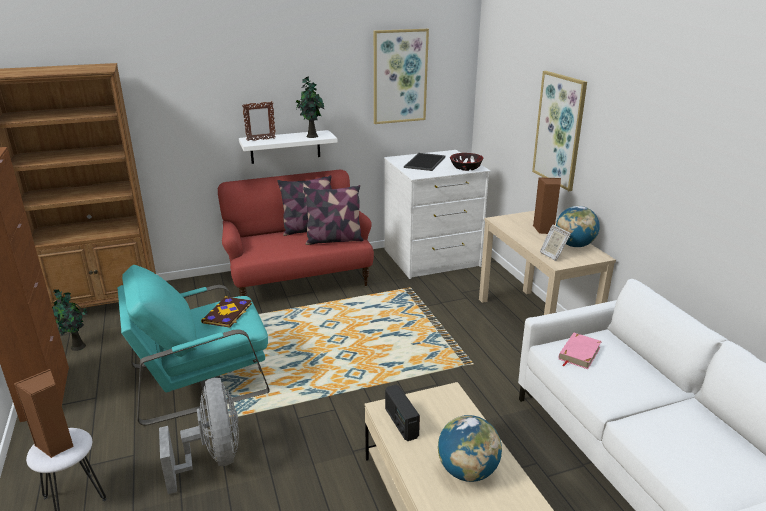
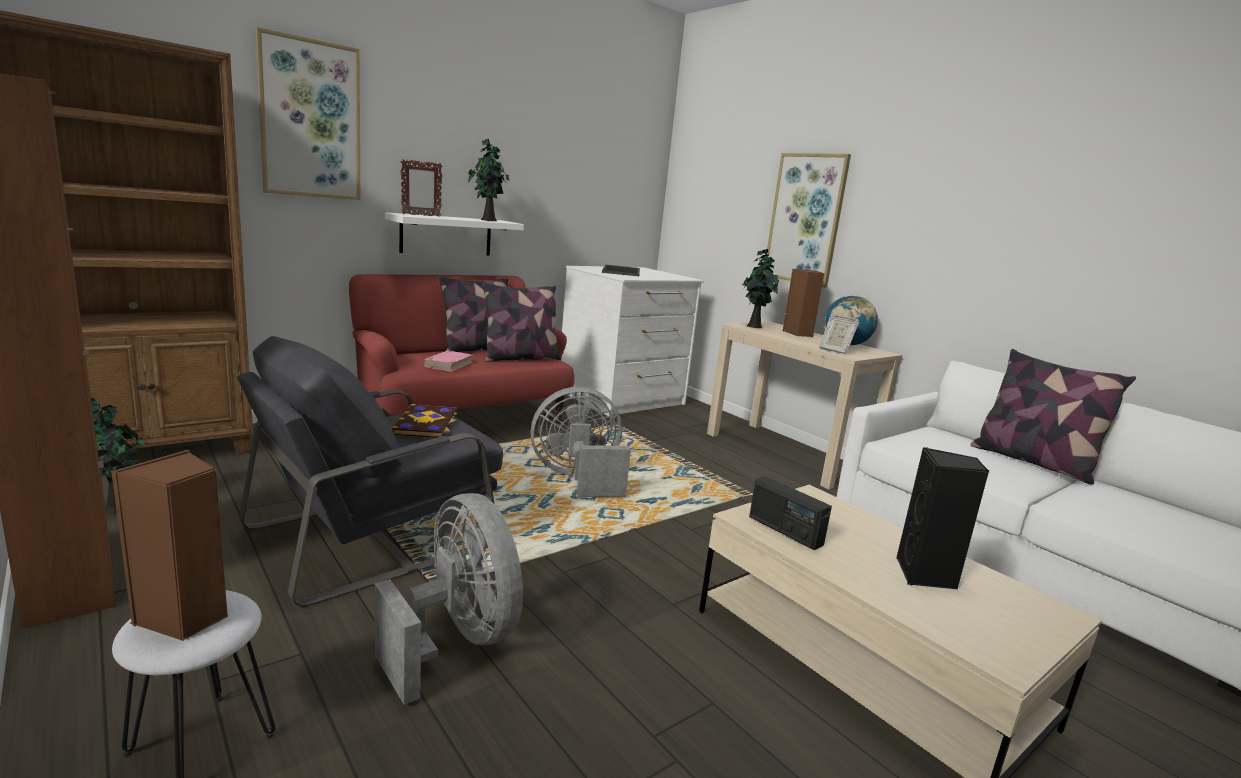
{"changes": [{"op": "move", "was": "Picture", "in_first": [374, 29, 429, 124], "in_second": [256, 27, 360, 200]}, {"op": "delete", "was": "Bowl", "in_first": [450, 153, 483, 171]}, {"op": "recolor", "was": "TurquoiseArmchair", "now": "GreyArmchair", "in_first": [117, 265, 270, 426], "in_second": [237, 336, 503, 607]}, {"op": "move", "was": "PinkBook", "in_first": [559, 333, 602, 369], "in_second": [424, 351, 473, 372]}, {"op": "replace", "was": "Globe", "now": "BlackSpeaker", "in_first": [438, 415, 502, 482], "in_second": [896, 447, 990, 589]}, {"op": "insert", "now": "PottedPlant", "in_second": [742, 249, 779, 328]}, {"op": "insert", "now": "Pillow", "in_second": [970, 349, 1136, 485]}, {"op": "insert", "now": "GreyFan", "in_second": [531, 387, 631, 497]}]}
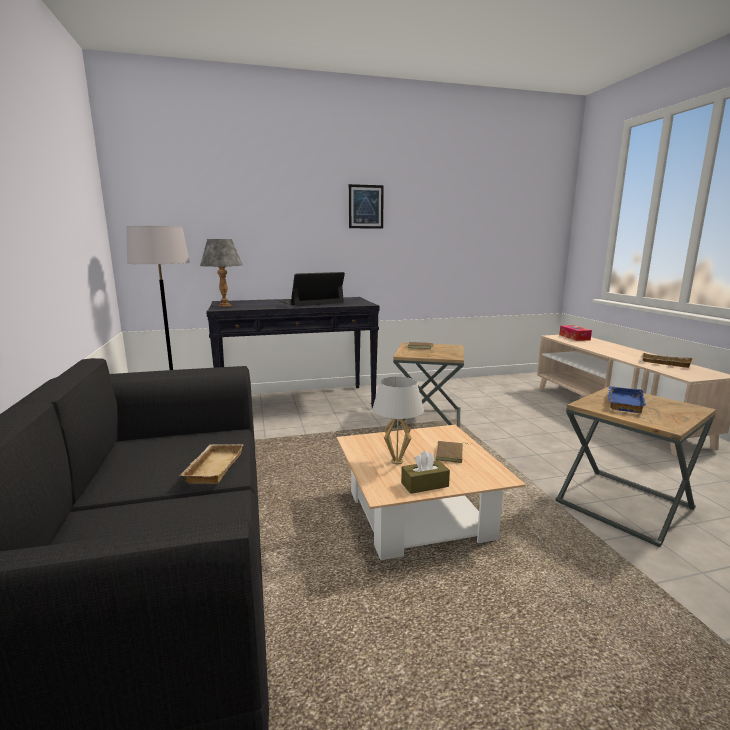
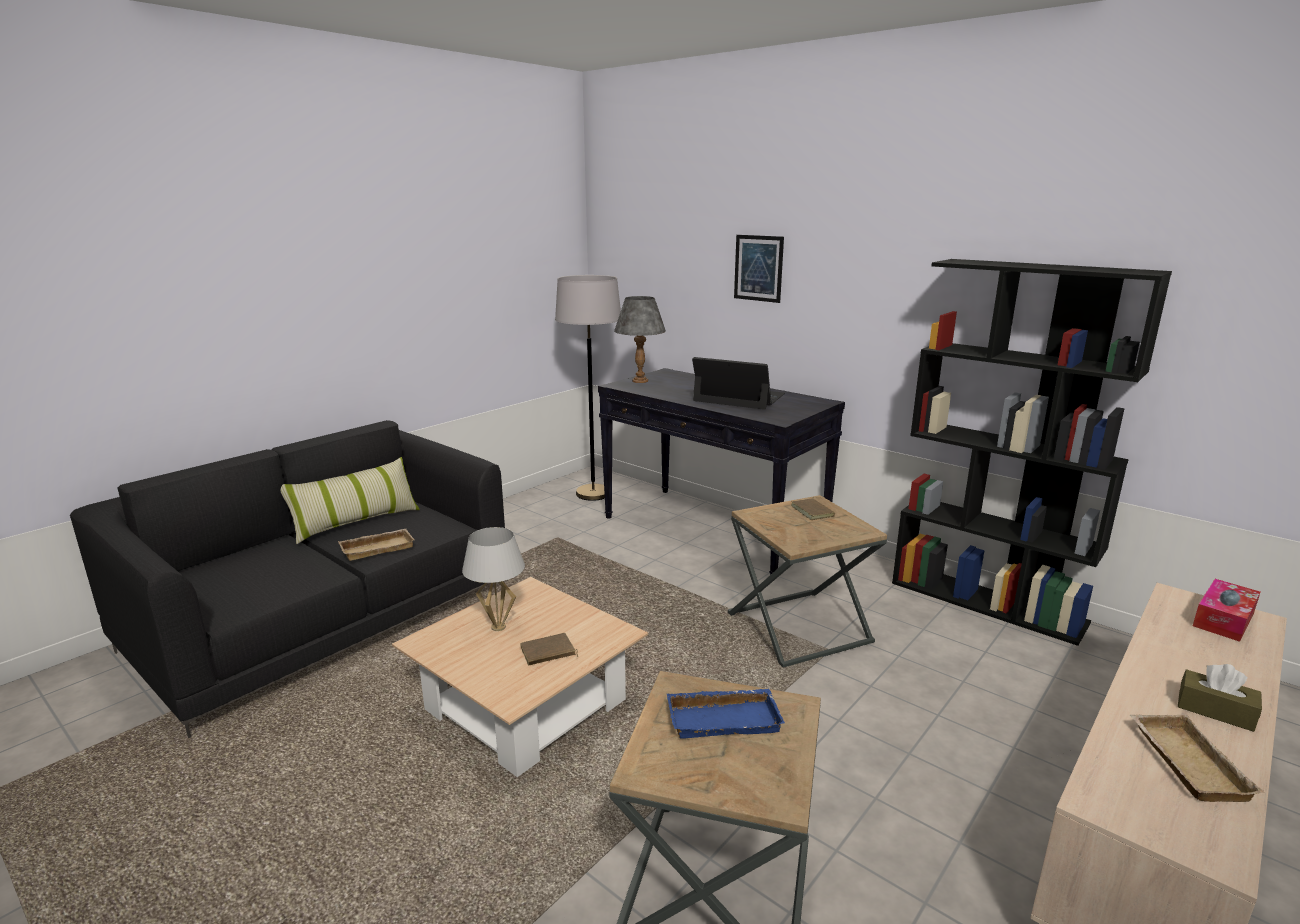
{"changes": [{"op": "move", "was": "Picture", "in_first": [349, 184, 384, 229], "in_second": [734, 235, 784, 303]}, {"op": "move", "was": "BrownTissueBox", "in_first": [401, 451, 450, 494], "in_second": [1178, 664, 1262, 732]}, {"op": "insert", "now": "BlackBookcase", "in_second": [892, 259, 1172, 646]}, {"op": "insert", "now": "Pillow", "in_second": [281, 457, 420, 544]}]}
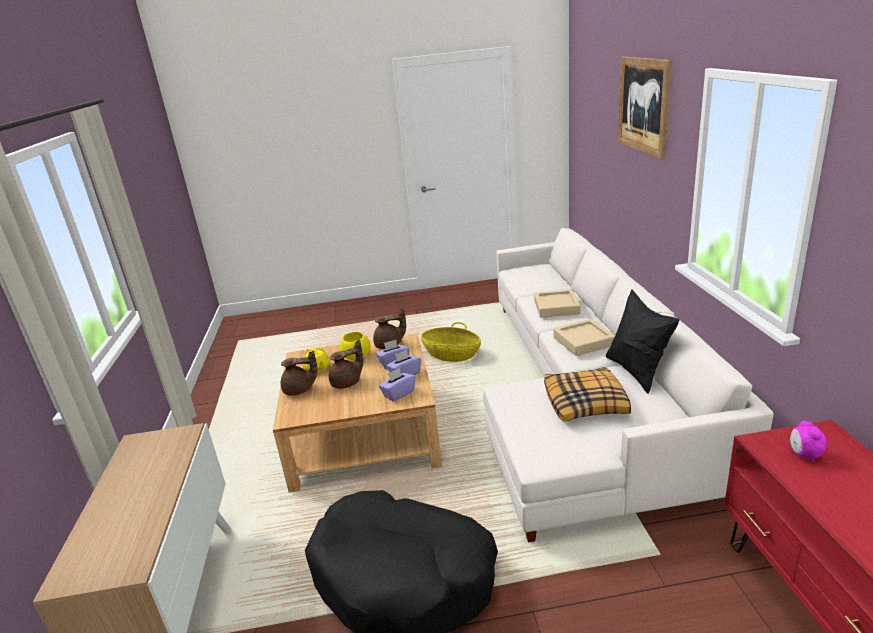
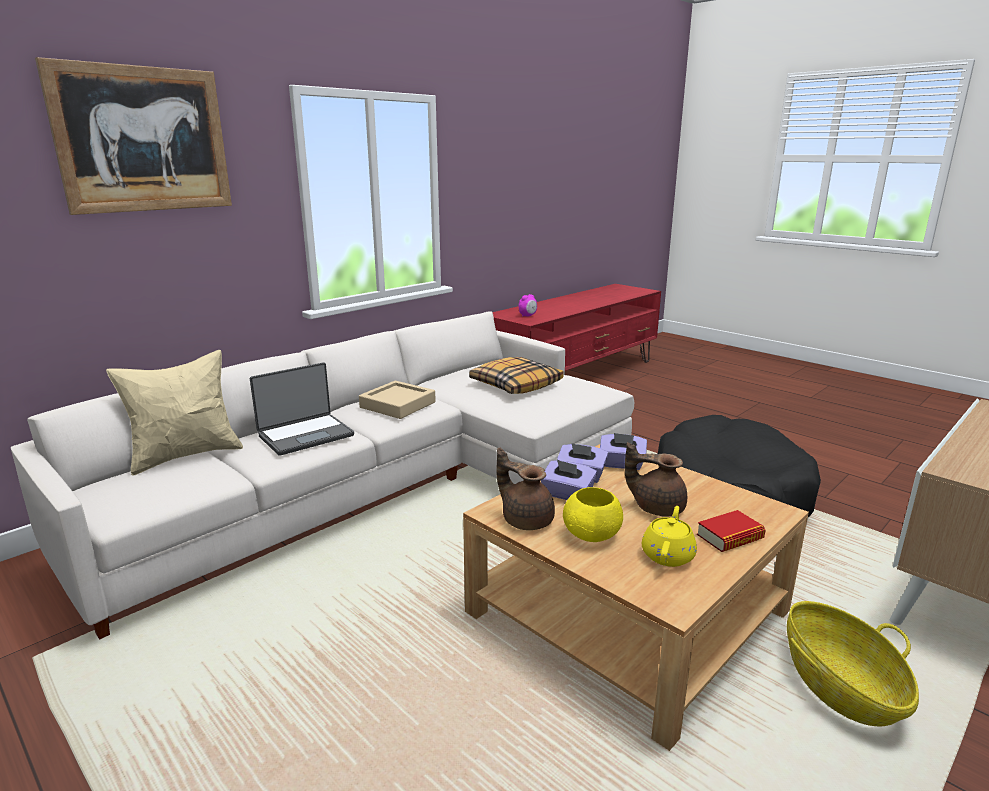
{"changes": [{"op": "replace", "was": "BeigeTray", "now": "Laptop", "in_first": [534, 290, 580, 317], "in_second": [250, 362, 354, 456]}, {"op": "delete", "was": "BlackPillow", "in_first": [606, 290, 679, 394]}, {"op": "move", "was": "Basket", "in_first": [421, 322, 481, 362], "in_second": [787, 601, 919, 726]}, {"op": "replace", "was": "BrownTeapot", "now": "Book", "in_first": [281, 350, 318, 396], "in_second": [697, 510, 765, 552]}, {"op": "insert", "now": "BeigePillow", "in_second": [106, 350, 243, 476]}]}
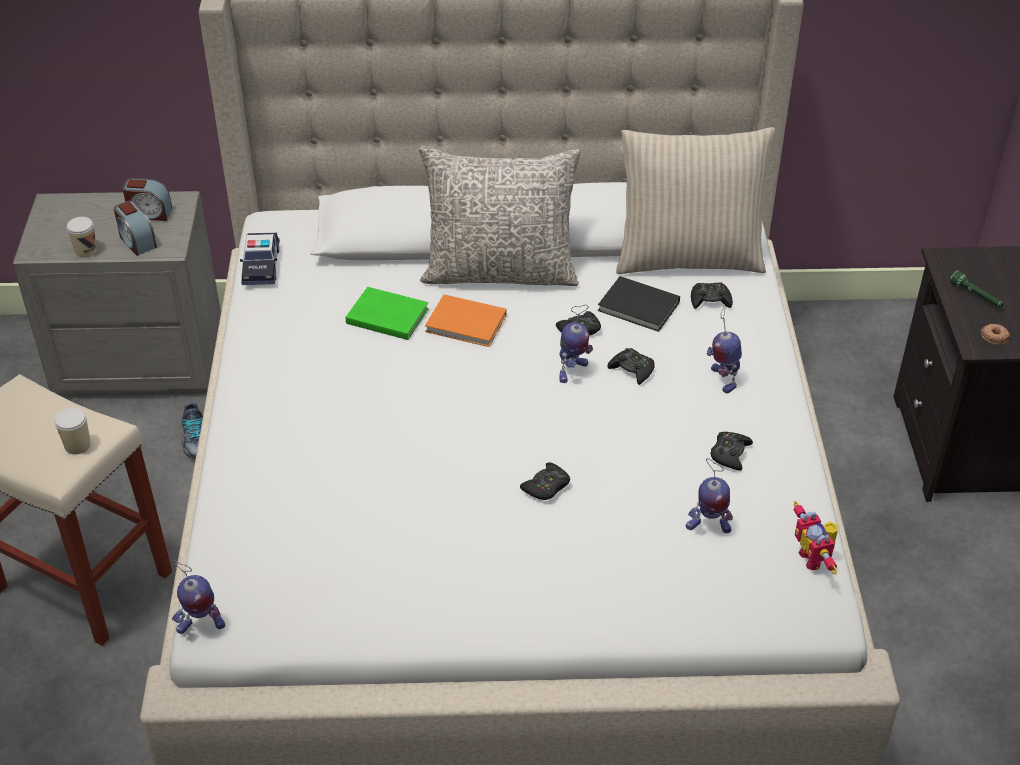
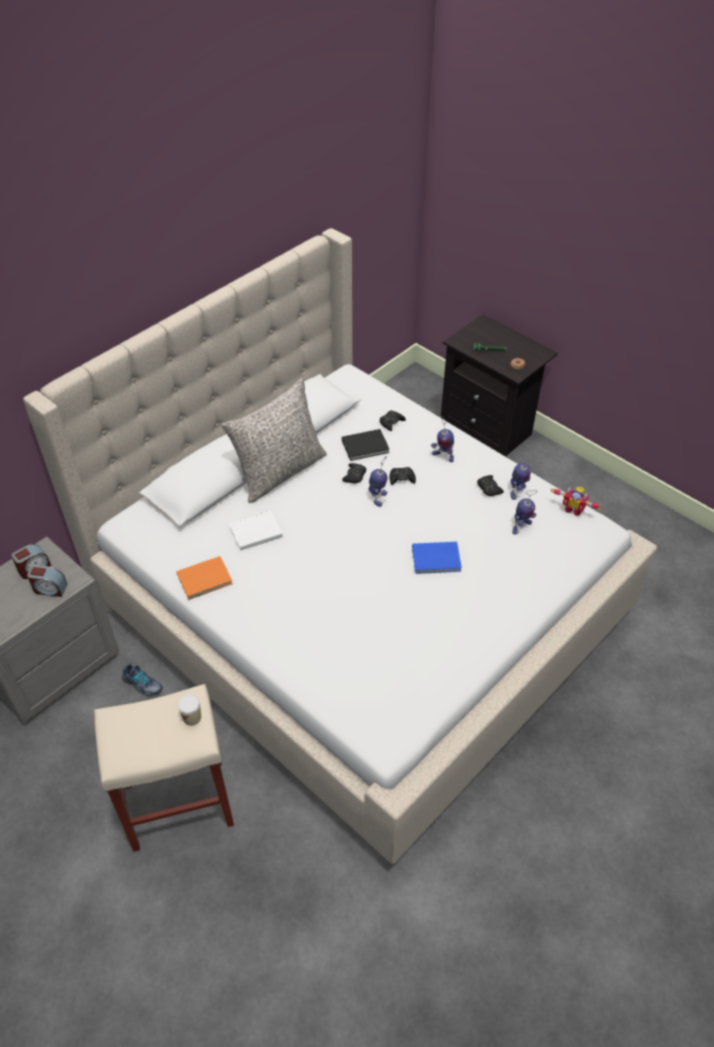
{"changes": [{"op": "delete", "was": "BeigePillow", "in_first": [616, 127, 775, 274]}, {"op": "delete", "was": "Cup", "in_first": [66, 217, 97, 257]}, {"op": "delete", "was": "ToyCar", "in_first": [240, 233, 280, 285]}, {"op": "recolor", "was": "GreenBook", "now": "WhiteBook", "in_first": [346, 287, 429, 340], "in_second": [229, 511, 283, 551]}, {"op": "move", "was": "OrangeBook", "in_first": [425, 294, 507, 347], "in_second": [177, 556, 233, 600]}, {"op": "replace", "was": "BlackGameController", "now": "BlueBook", "in_first": [520, 462, 570, 500], "in_second": [412, 542, 462, 574]}, {"op": "move", "was": "ToyRobot", "in_first": [172, 561, 225, 634], "in_second": [510, 454, 533, 500]}]}
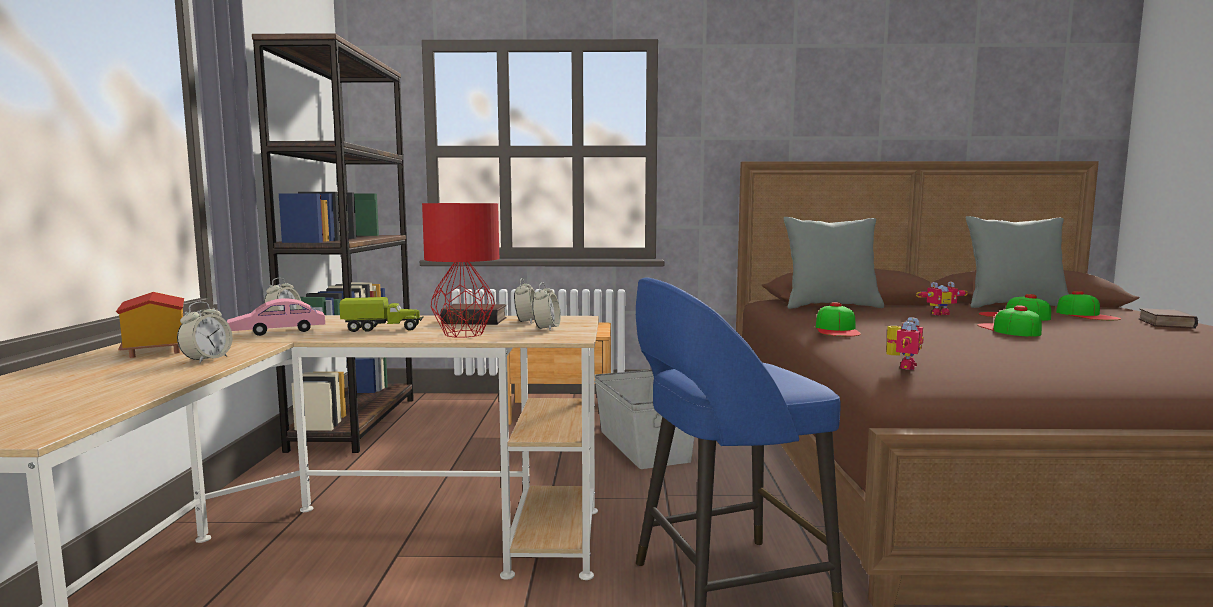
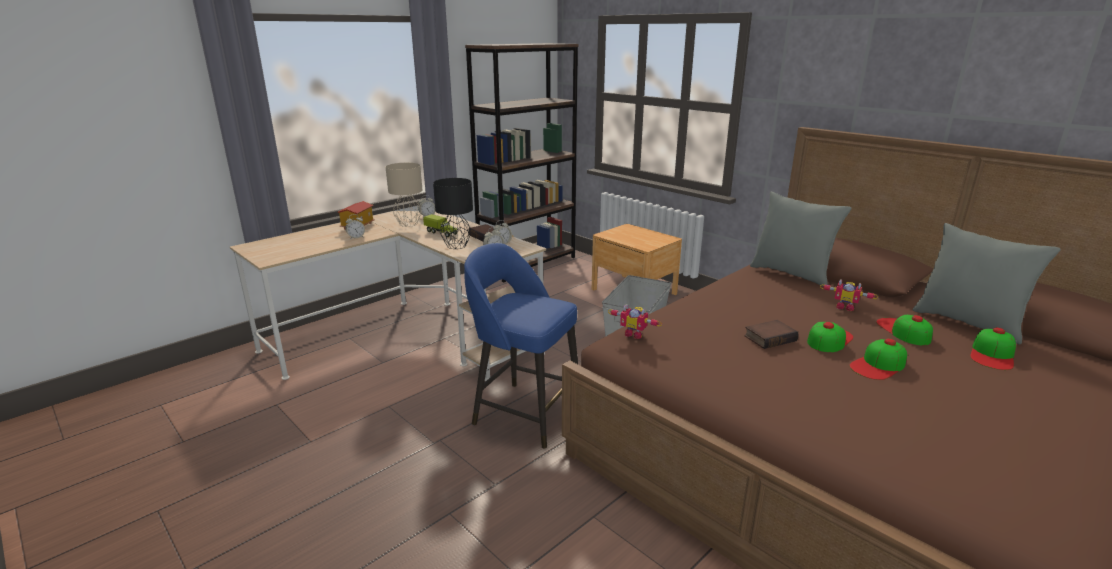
{"changes": [{"op": "recolor", "was": "RedTableLamp", "now": "BlackTableLamp", "in_first": [422, 203, 499, 338], "in_second": [433, 178, 473, 249]}, {"op": "replace", "was": "PinkToyCar", "now": "BeigeTableLamp", "in_first": [227, 298, 325, 336], "in_second": [385, 163, 422, 227]}, {"op": "move", "was": "Cap", "in_first": [816, 302, 861, 336], "in_second": [850, 339, 907, 380]}, {"op": "move", "was": "Book", "in_first": [1139, 308, 1198, 329], "in_second": [744, 320, 799, 349]}, {"op": "rotate", "was": "ToyRobot", "in_first": [887, 317, 924, 370], "in_second": [608, 304, 662, 339], "clockwise": 45}]}
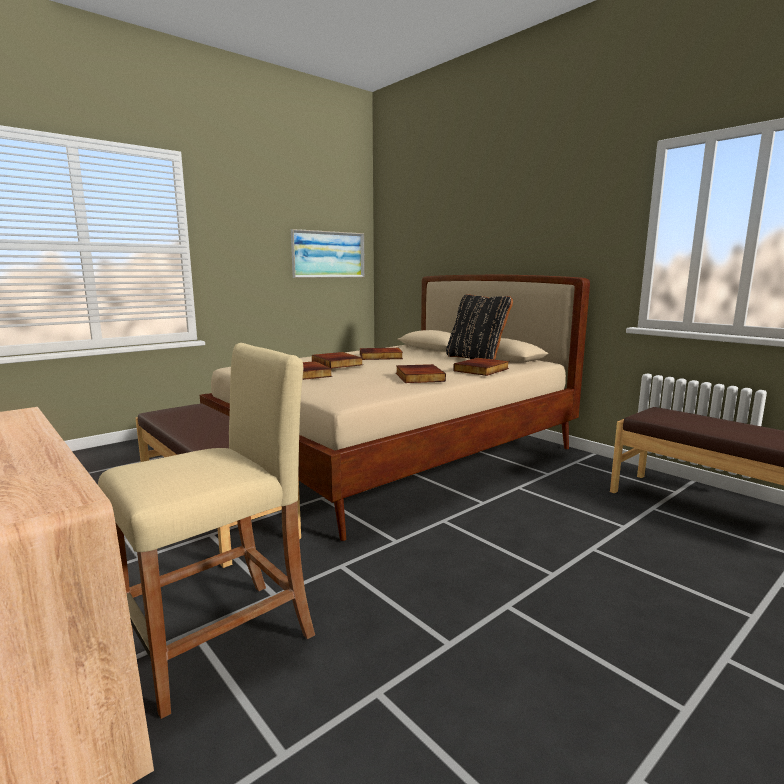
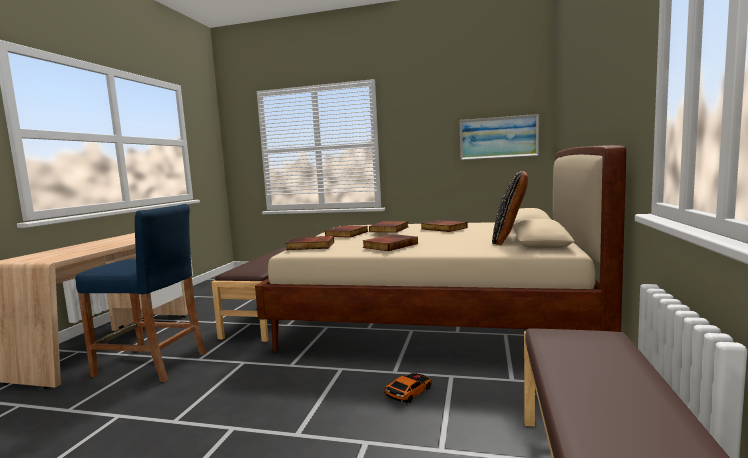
{"changes": [{"op": "recolor", "was": "BeigeStool", "now": "BlueStool", "in_first": [98, 343, 315, 719], "in_second": [75, 204, 207, 382]}, {"op": "move", "was": "Book", "in_first": [453, 358, 509, 376], "in_second": [286, 236, 334, 250]}, {"op": "insert", "now": "ToyCar", "in_second": [384, 373, 431, 403]}]}
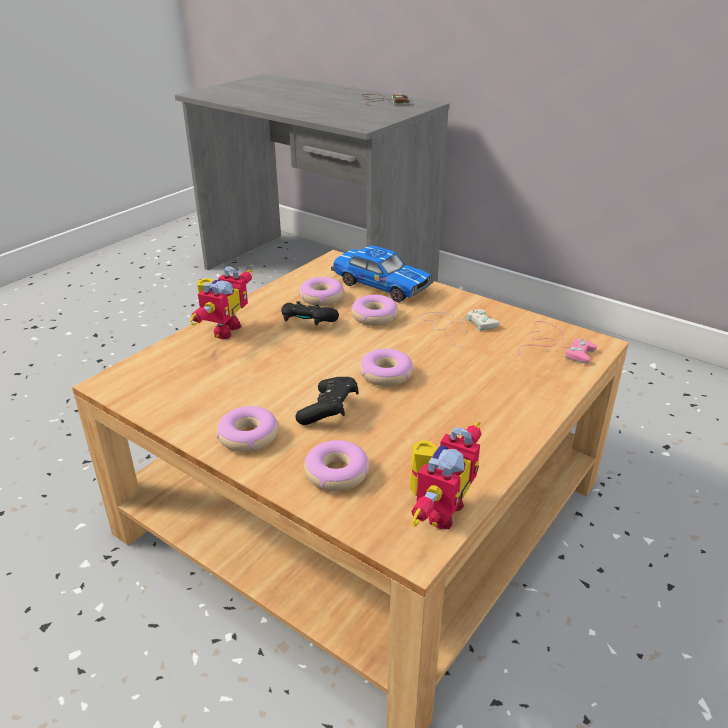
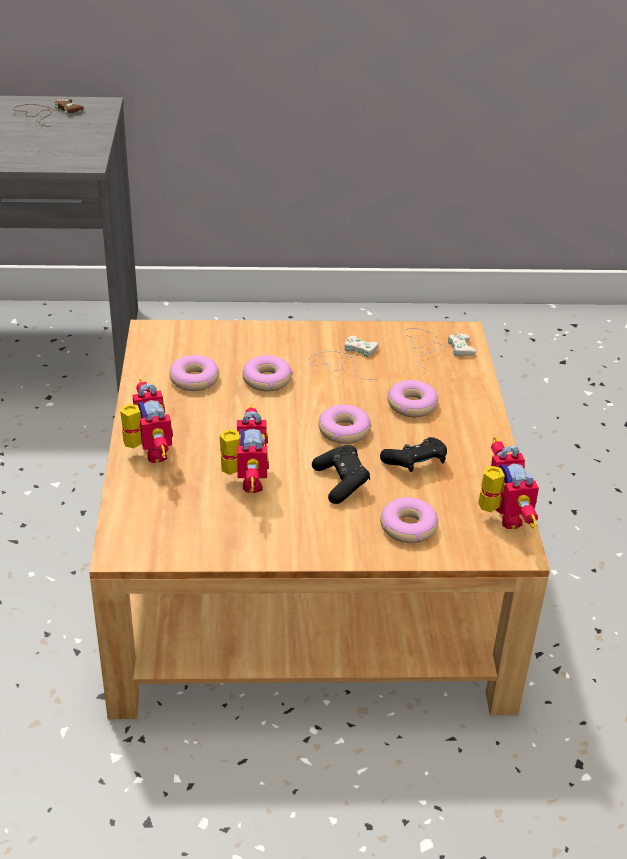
{"changes": [{"op": "delete", "was": "ToyCar", "in_first": [331, 245, 434, 302]}, {"op": "move", "was": "BlackGameController", "in_first": [281, 301, 339, 325], "in_second": [380, 437, 447, 472]}, {"op": "recolor", "was": "PinkGameController", "now": "WhiteGameController", "in_first": [518, 321, 597, 364], "in_second": [402, 328, 476, 369]}, {"op": "move", "was": "Donut", "in_first": [217, 406, 279, 452], "in_second": [387, 380, 438, 417]}, {"op": "insert", "now": "ToyRobot", "in_second": [220, 405, 269, 493]}]}
